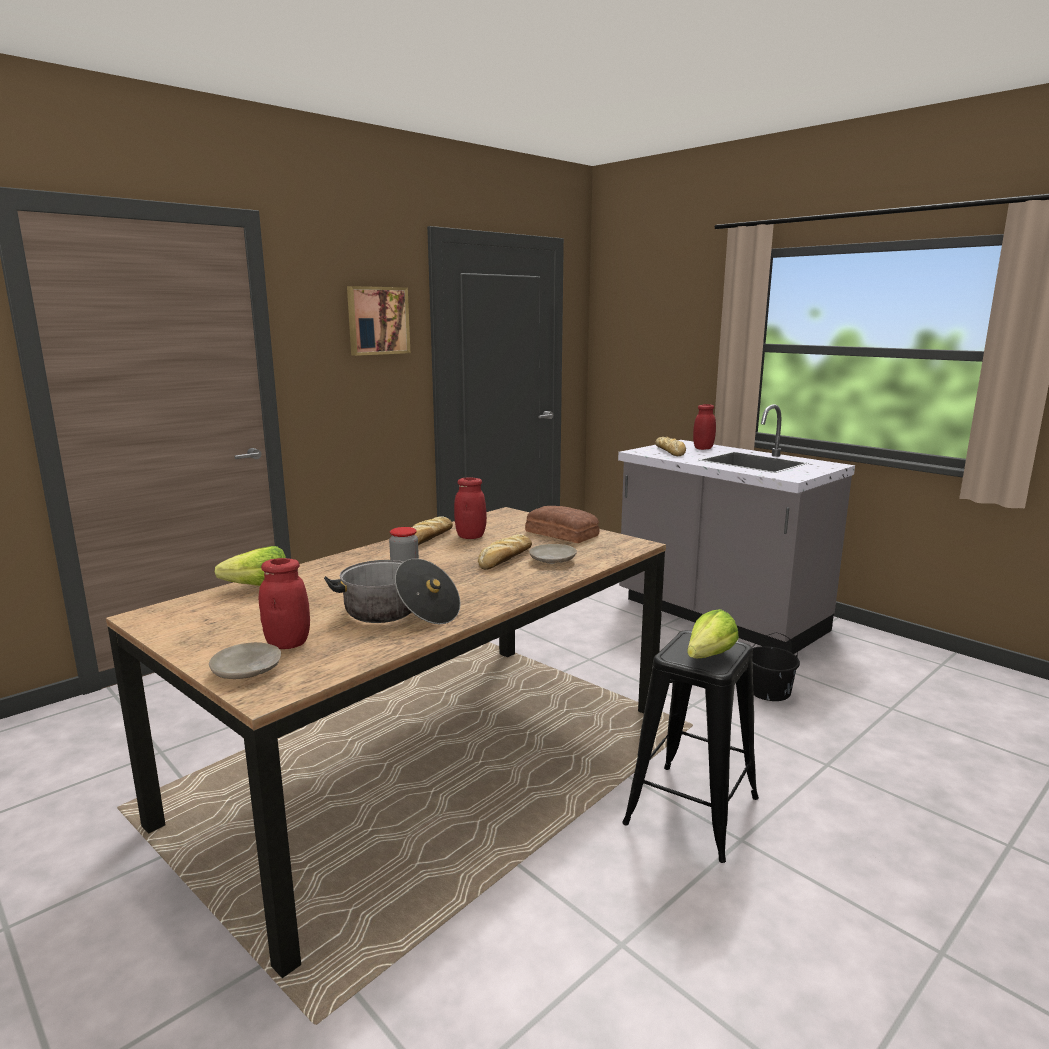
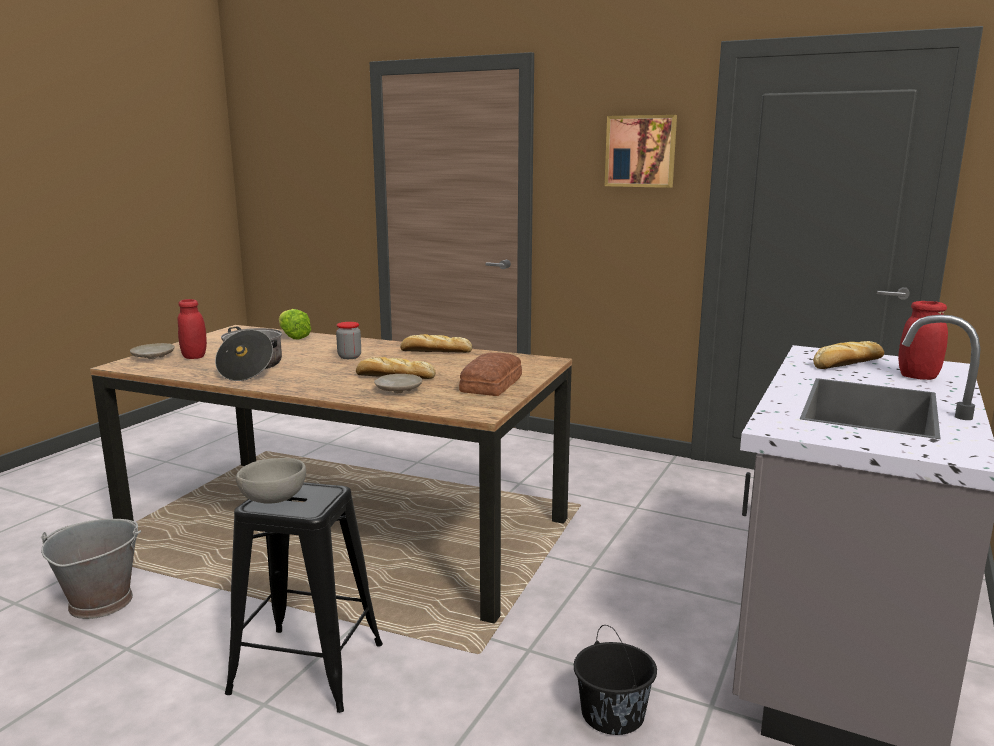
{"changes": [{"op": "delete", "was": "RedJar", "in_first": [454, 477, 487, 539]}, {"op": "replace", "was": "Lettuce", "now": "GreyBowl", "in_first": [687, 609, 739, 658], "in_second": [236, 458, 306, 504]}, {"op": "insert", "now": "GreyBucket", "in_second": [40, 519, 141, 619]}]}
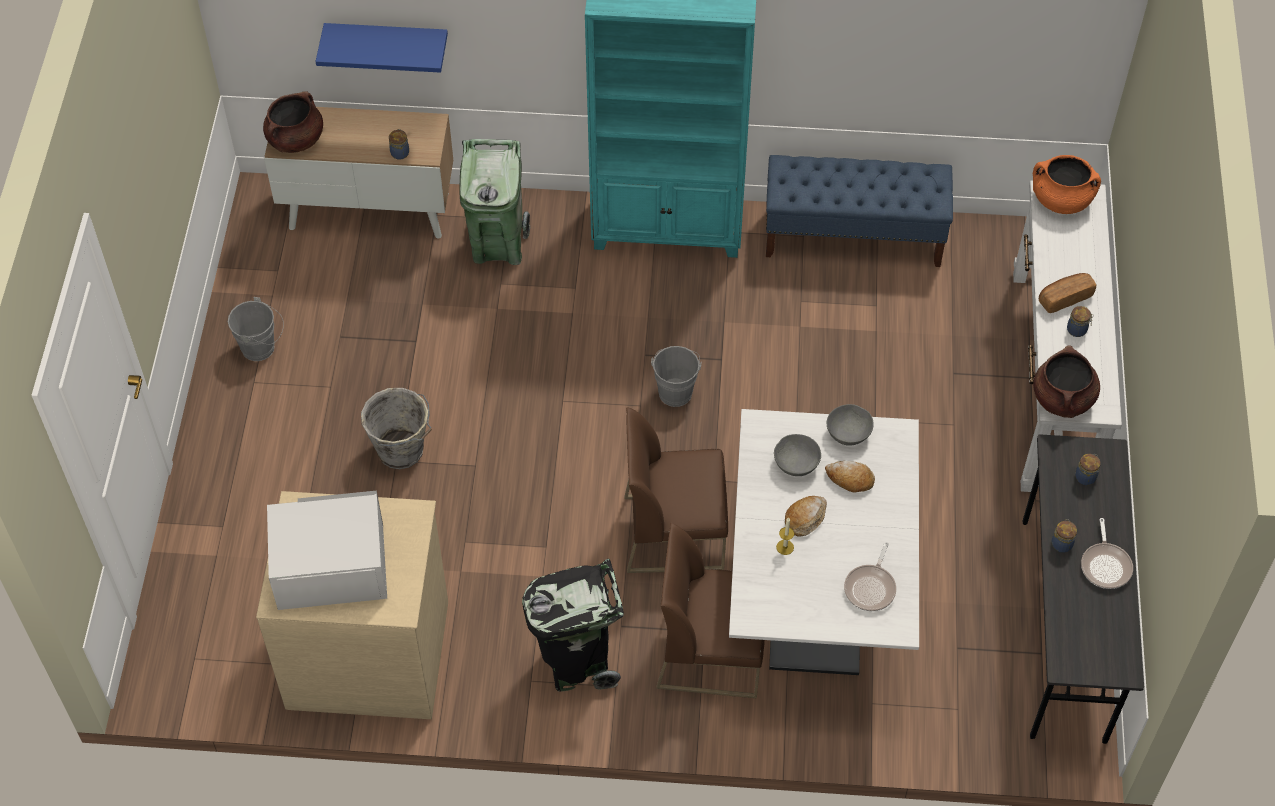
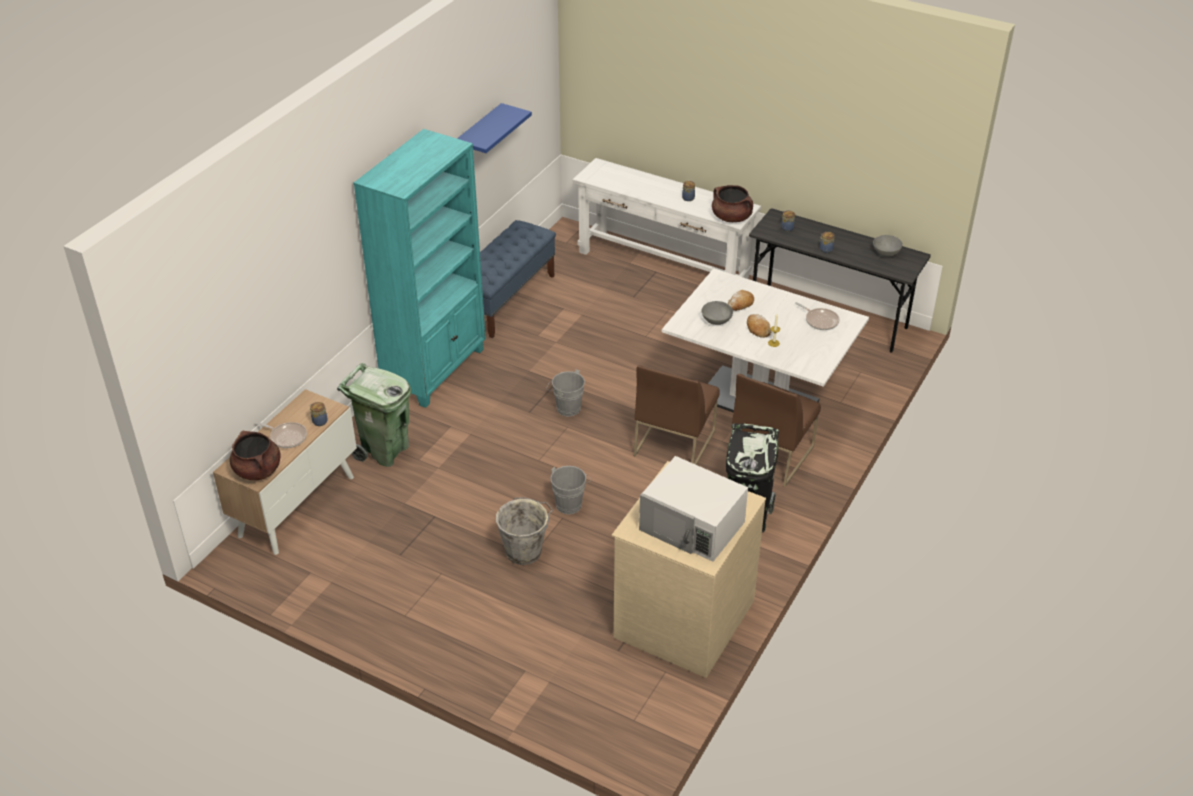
{"changes": [{"op": "move", "was": "BlueShelf", "in_first": [315, 23, 448, 73], "in_second": [457, 103, 532, 153]}, {"op": "delete", "was": "OrangeCookingPot", "in_first": [1033, 155, 1101, 214]}, {"op": "delete", "was": "Bread", "in_first": [1039, 273, 1096, 313]}, {"op": "move", "was": "GreyBucket", "in_first": [228, 297, 284, 361], "in_second": [550, 466, 592, 514]}, {"op": "move", "was": "GreyBowl", "in_first": [827, 404, 874, 446], "in_second": [873, 235, 903, 257]}, {"op": "rotate", "was": "WhiteMicrowave", "in_first": [267, 491, 387, 610], "in_second": [639, 456, 748, 562], "clockwise": -75}, {"op": "move", "was": "FryingPan", "in_first": [1081, 518, 1133, 589], "in_second": [257, 422, 307, 448]}]}
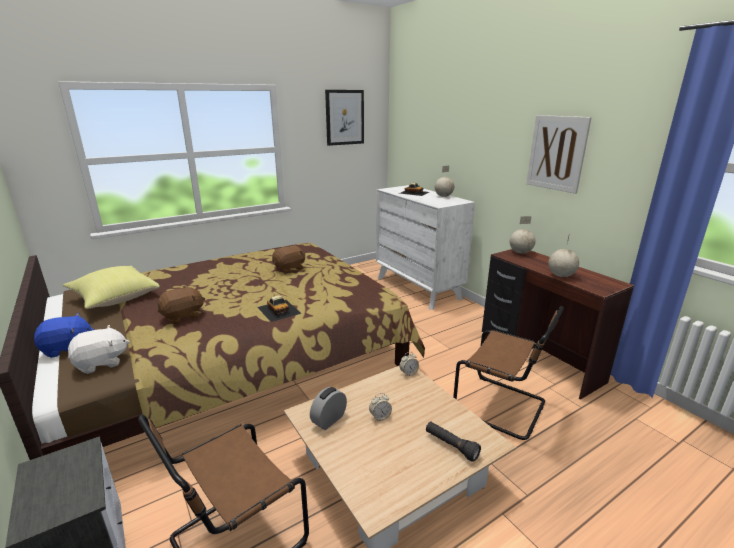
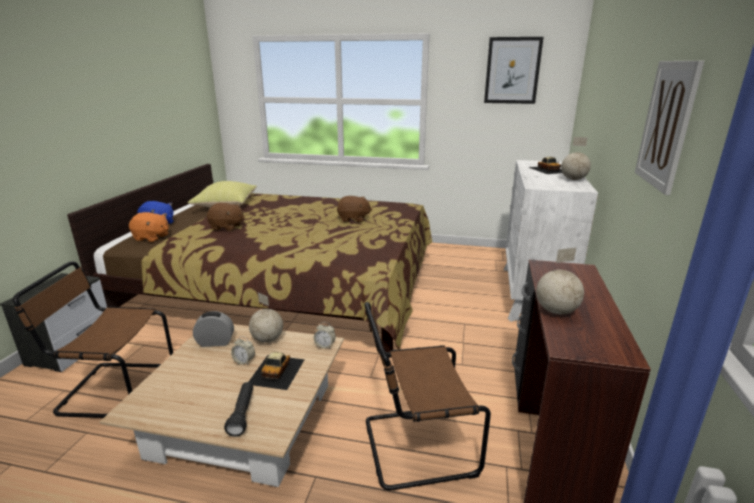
{"changes": [{"op": "move", "was": "Globe", "in_first": [510, 216, 535, 254], "in_second": [249, 292, 283, 343]}, {"op": "move", "was": "ToyCar", "in_first": [257, 295, 302, 322], "in_second": [249, 352, 305, 390]}, {"op": "rotate", "was": "BrownChair", "in_first": [453, 306, 564, 440], "in_second": [364, 302, 491, 490], "clockwise": 90}, {"op": "recolor", "was": "WhitePlushToy", "now": "OrangePlushToy", "in_first": [68, 325, 130, 374], "in_second": [129, 212, 169, 242]}]}
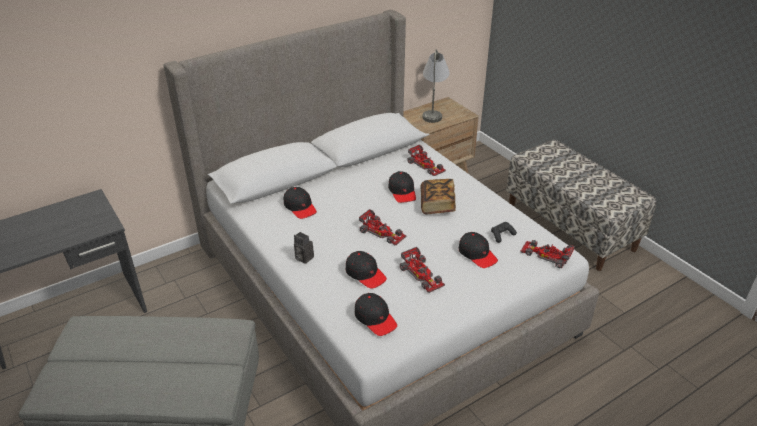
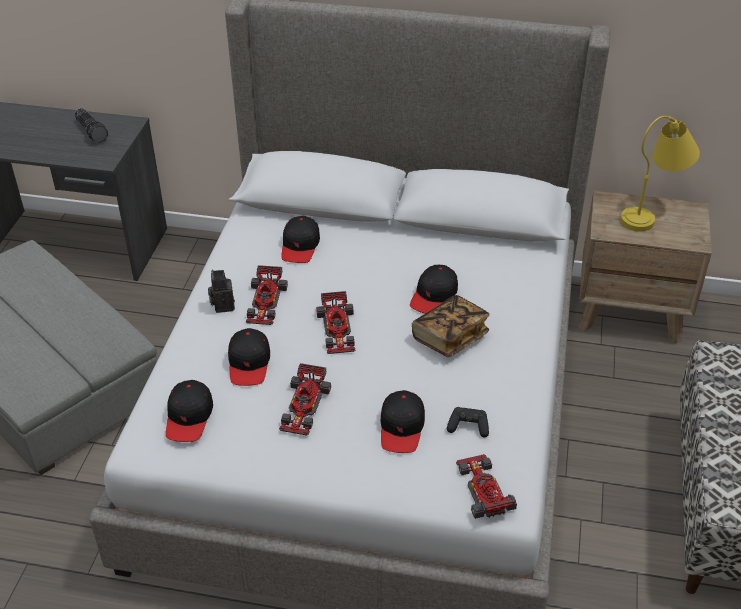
{"changes": [{"op": "recolor", "was": "GreyTableLamp", "now": "YellowTableLamp", "in_first": [422, 49, 450, 123], "in_second": [620, 116, 700, 232]}, {"op": "move", "was": "ToyCar", "in_first": [408, 145, 446, 176], "in_second": [246, 265, 288, 325]}, {"op": "insert", "now": "Flashlight", "in_second": [75, 109, 108, 143]}]}
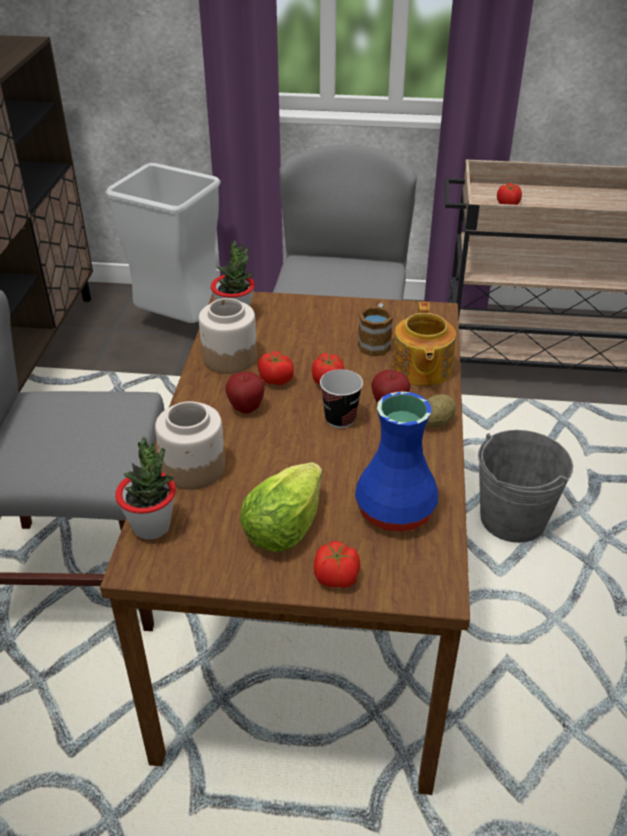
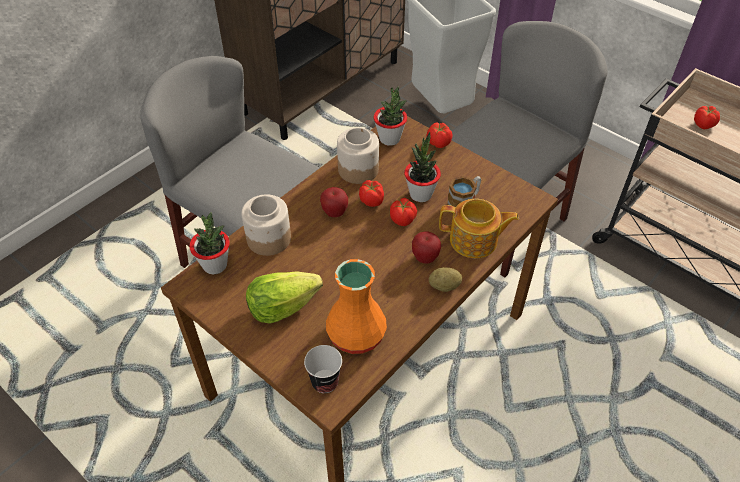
{"changes": [{"op": "rotate", "was": "Teapot", "in_first": [392, 302, 456, 387], "in_second": [439, 199, 519, 258], "clockwise": -120}, {"op": "move", "was": "Cup", "in_first": [320, 369, 363, 428], "in_second": [304, 345, 342, 393]}, {"op": "recolor", "was": "BlueVase", "now": "OrangeVase", "in_first": [355, 391, 438, 532], "in_second": [326, 259, 387, 354]}, {"op": "delete", "was": "GreyBucket", "in_first": [478, 430, 573, 543]}, {"op": "move", "was": "Tomato", "in_first": [314, 541, 360, 588], "in_second": [427, 122, 453, 148]}, {"op": "insert", "now": "PottedPlant", "in_second": [404, 132, 441, 202]}]}
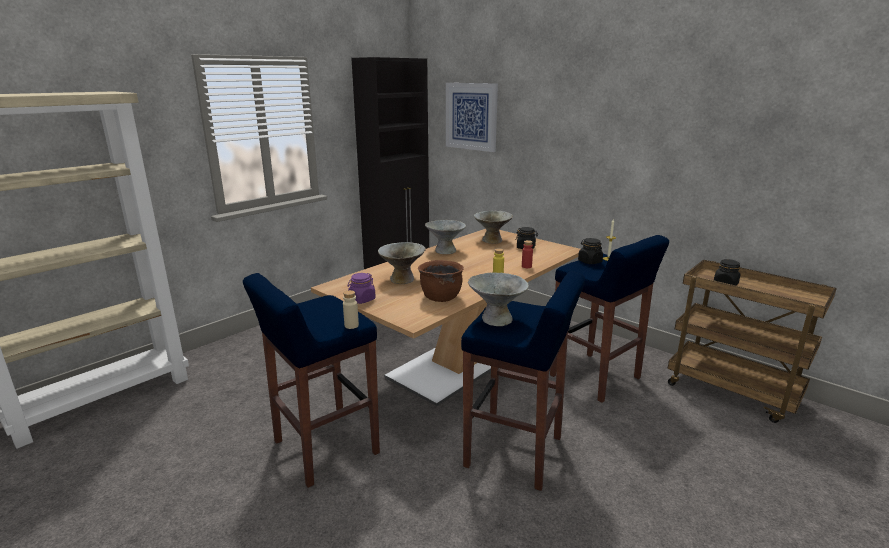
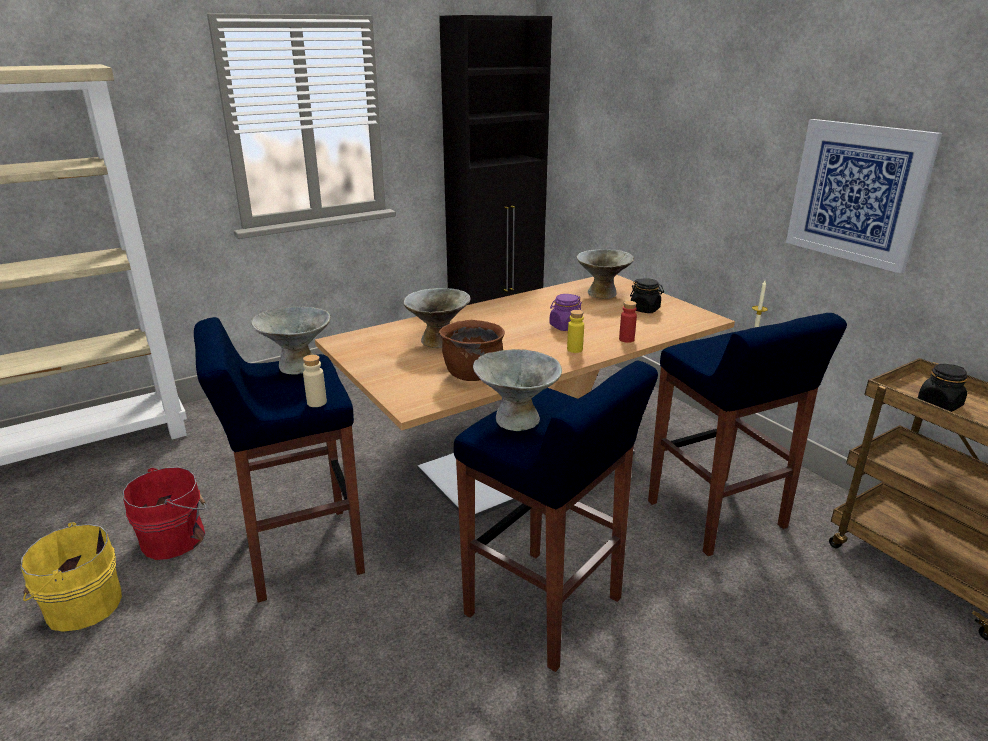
{"changes": [{"op": "move", "was": "Picture", "in_first": [446, 83, 498, 152], "in_second": [786, 119, 942, 274]}, {"op": "move", "was": "GreyBowl", "in_first": [425, 220, 466, 254], "in_second": [251, 306, 331, 375]}, {"op": "delete", "was": "BlackJar", "in_first": [578, 238, 603, 264]}, {"op": "move", "was": "PurpleJar", "in_first": [347, 273, 375, 304], "in_second": [549, 294, 582, 331]}, {"op": "insert", "now": "RedBucket", "in_second": [123, 467, 206, 560]}, {"op": "insert", "now": "YellowBucket", "in_second": [20, 522, 122, 632]}]}
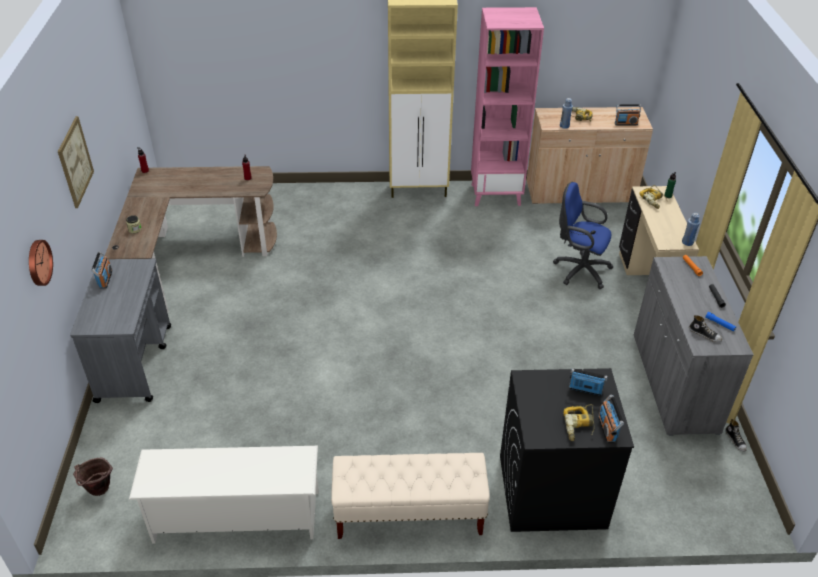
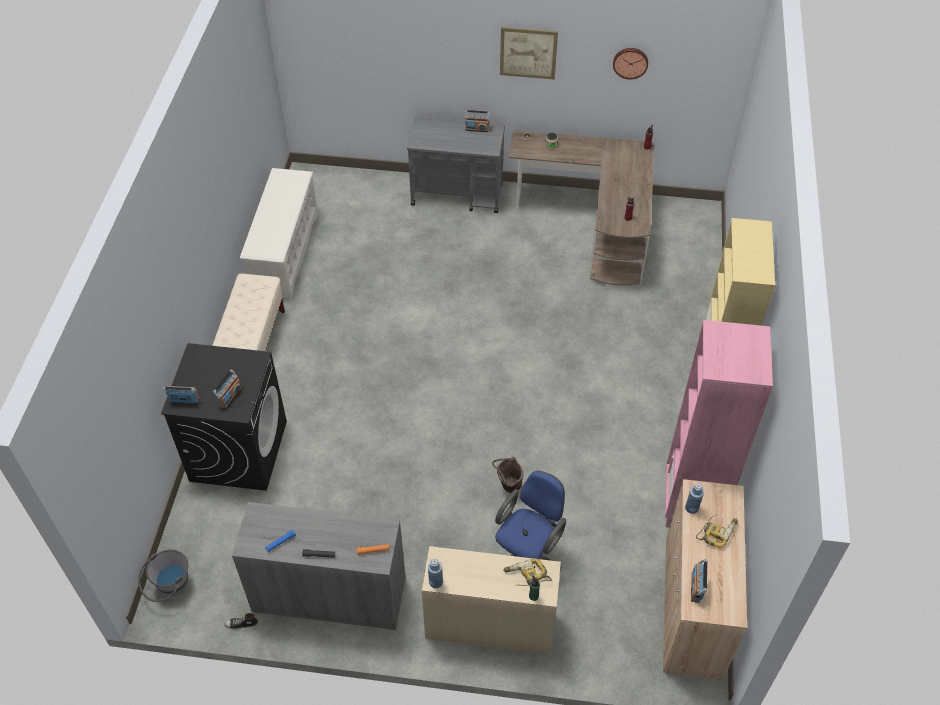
{"changes": [{"op": "move", "was": "WallClock", "in_first": [29, 240, 53, 286], "in_second": [613, 48, 648, 79]}, {"op": "delete", "was": "Shoe", "in_first": [689, 315, 722, 342]}, {"op": "delete", "was": "PowerDrill", "in_first": [563, 404, 595, 441]}, {"op": "move", "was": "BrownBucket", "in_first": [73, 458, 113, 496], "in_second": [492, 457, 524, 493]}, {"op": "insert", "now": "GreyBucket", "in_second": [138, 549, 188, 602]}]}
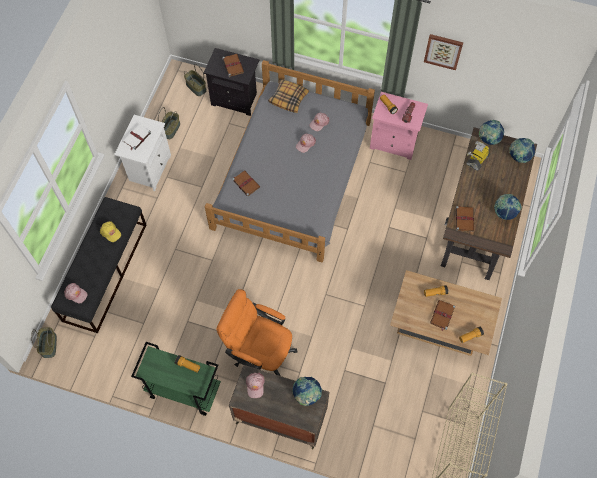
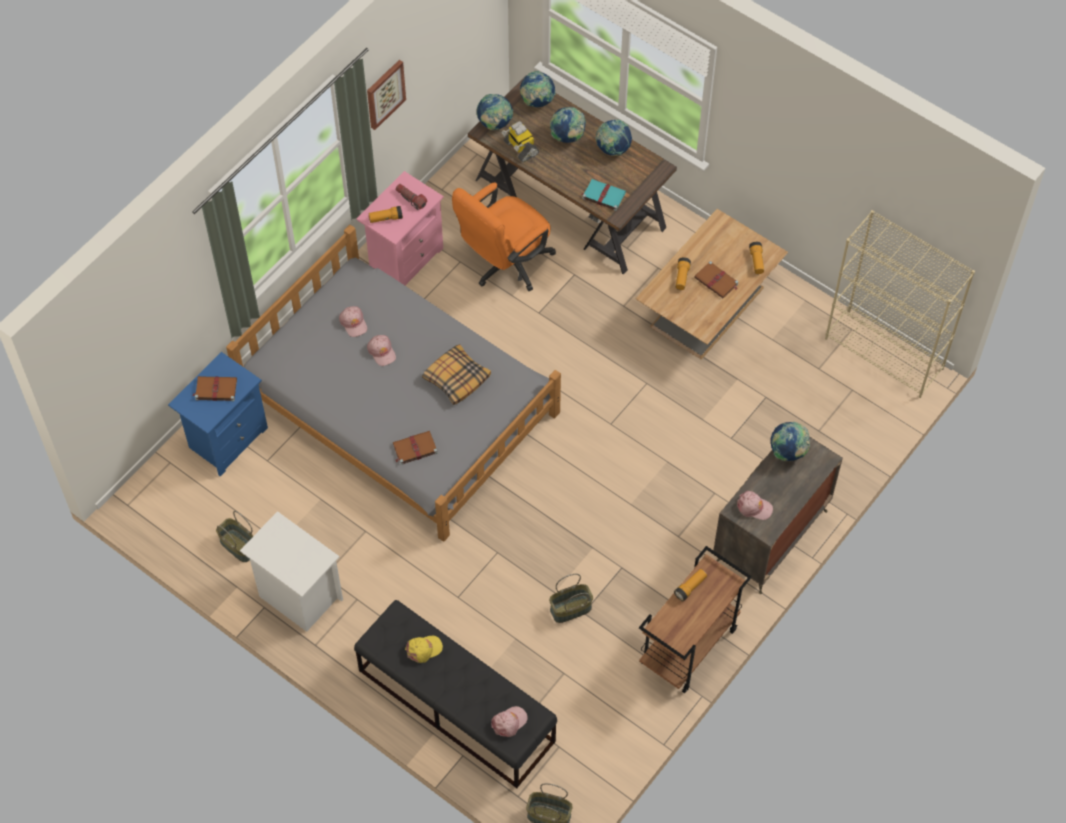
{"changes": [{"op": "recolor", "was": "BlackNightstand", "now": "BlueNightstand", "in_first": [204, 48, 259, 116], "in_second": [168, 352, 268, 477]}, {"op": "move", "was": "Basket", "in_first": [184, 64, 206, 96], "in_second": [549, 574, 593, 623]}, {"op": "move", "was": "Pillow", "in_first": [268, 79, 309, 113], "in_second": [422, 344, 491, 405]}, {"op": "delete", "was": "WhiteBook", "in_first": [123, 124, 151, 150]}, {"op": "recolor", "was": "BrownBook", "now": "TurquoiseBook", "in_first": [456, 206, 474, 232], "in_second": [581, 179, 626, 211]}, {"op": "move", "was": "OrangeOfficeChair", "in_first": [217, 289, 298, 376], "in_second": [452, 182, 556, 291]}, {"op": "recolor", "was": "GreenCart", "now": "BrownCart", "in_first": [131, 342, 221, 416], "in_second": [639, 546, 752, 693]}, {"op": "insert", "now": "Globe", "in_second": [550, 107, 586, 143]}]}
